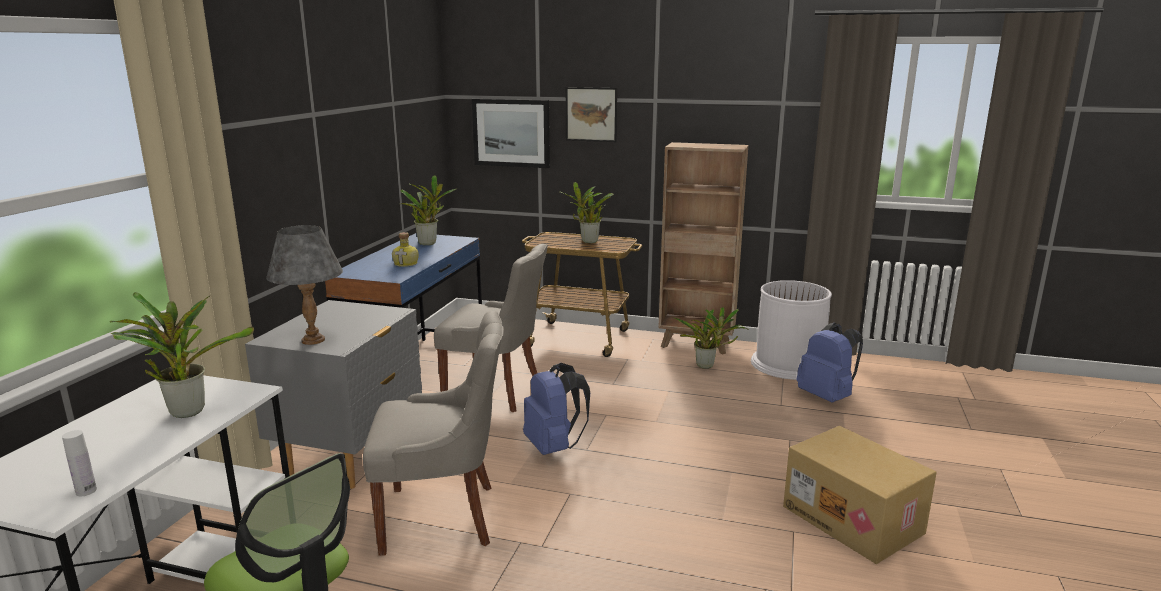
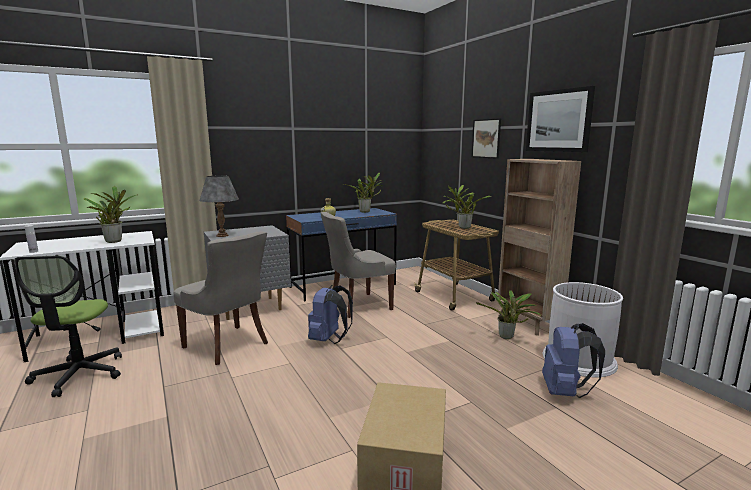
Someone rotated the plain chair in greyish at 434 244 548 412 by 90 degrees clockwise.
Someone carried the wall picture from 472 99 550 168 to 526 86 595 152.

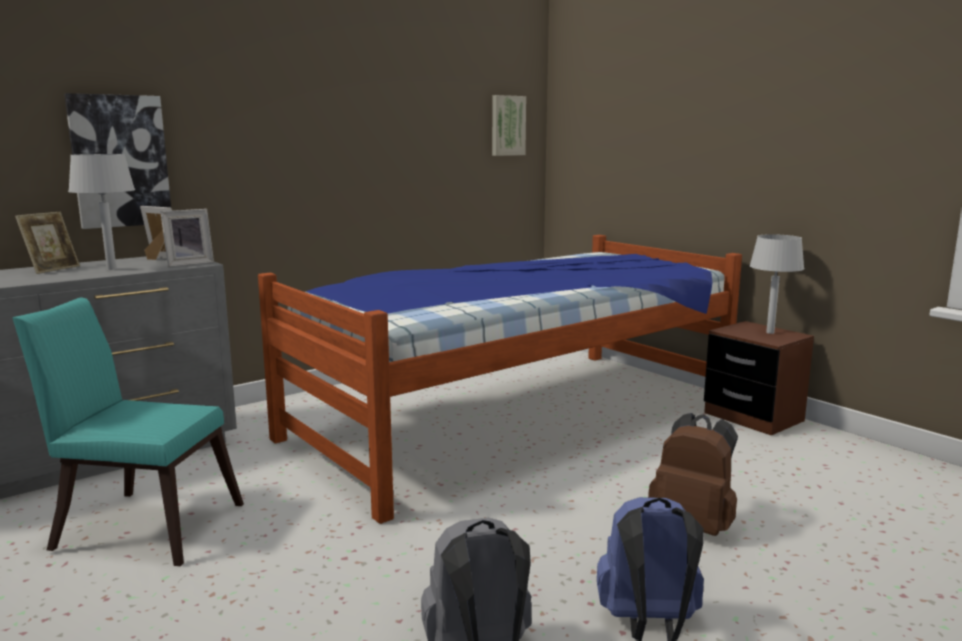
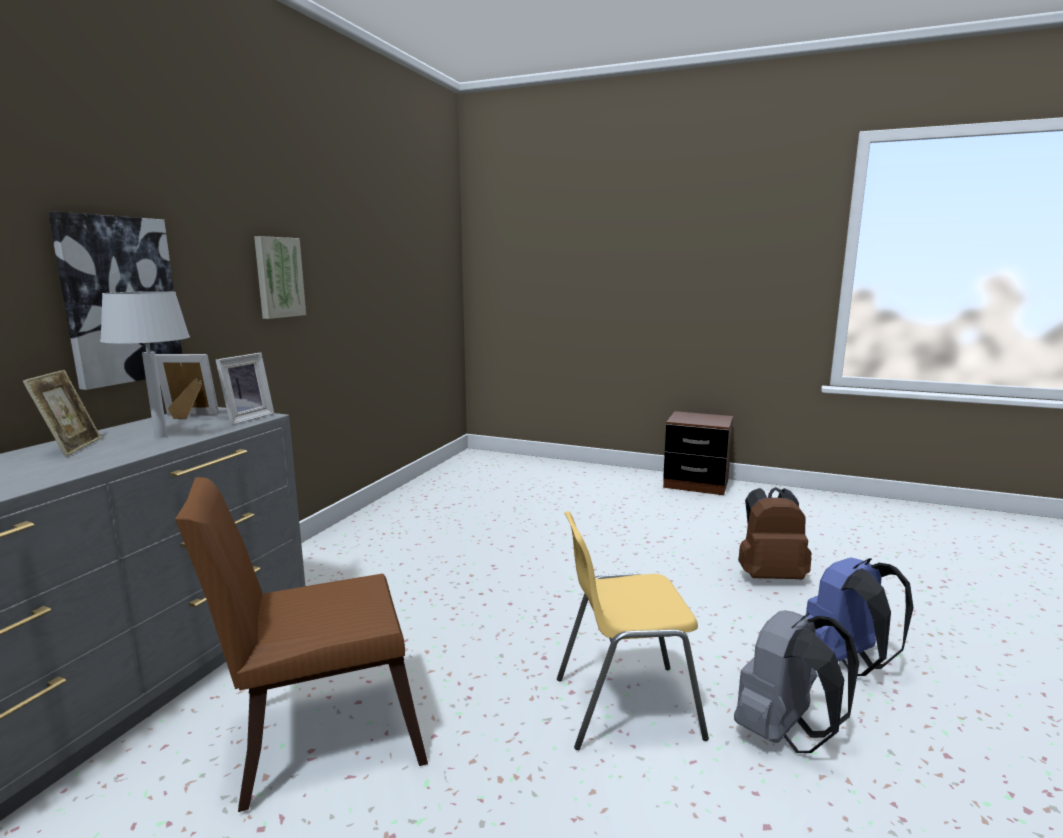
Someone repainted the plain chair in turquoise at 12 297 244 566, which became the plain chair in brownish at 175 477 428 812.
Someone carried the wall picture from 492 95 526 156 to 254 236 306 319.
Someone put down the plain chair in yellow at 557 511 709 750.
Someone took away the bedroom bed at 258 235 742 524.
Someone took away the tabletop lamp in greyish at 749 234 804 334.

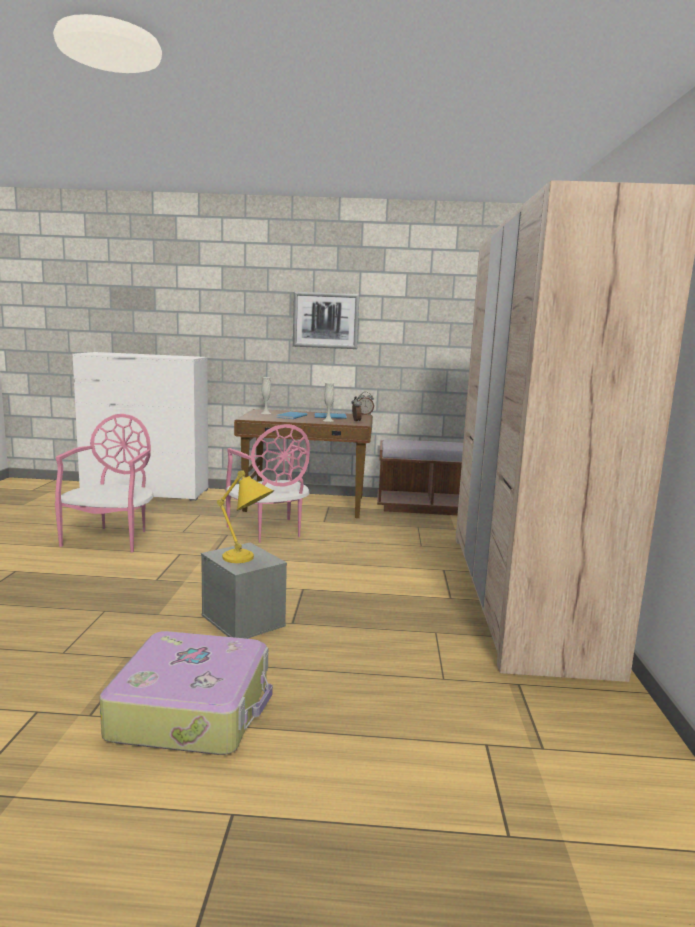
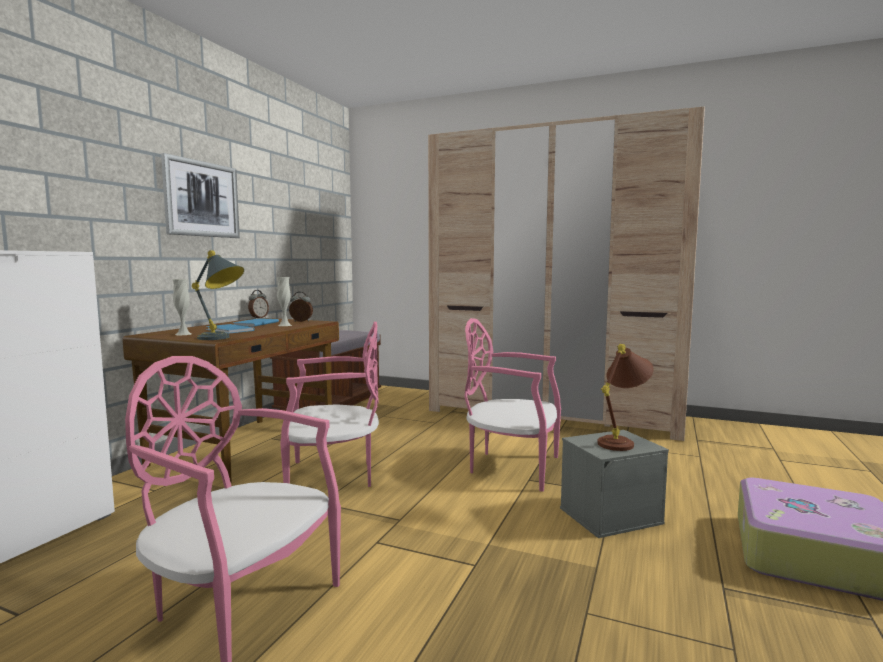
Someone put down the tabletop lamp in greyish at 192 250 244 340.
Someone put down the plain chair in pink at 464 318 561 492.
Someone repainted the tabletop lamp in yellow at 217 470 274 563, which became the tabletop lamp in brownish at 598 344 654 451.

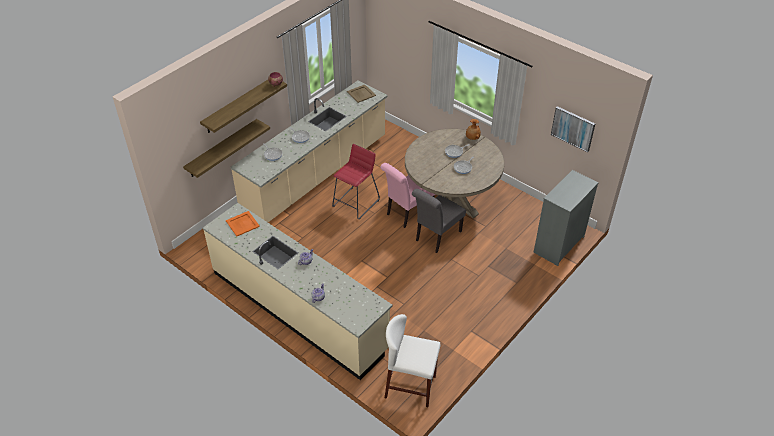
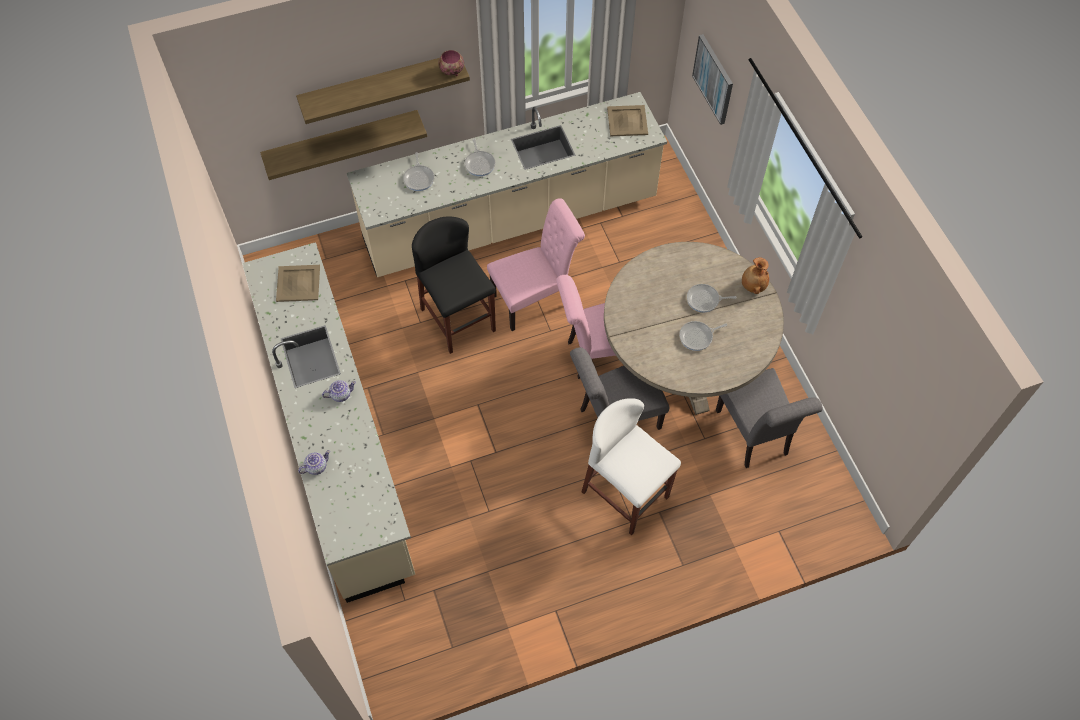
Someone repainted the tray in orangey at 226 211 260 236, which became the tray in beige-coloured at 276 265 320 302.
Someone put down the stool in blackish at 412 216 496 354.
Someone swapped the stool in red at 332 144 380 220 for the plain chair in pink at 487 198 585 331.
Someone carried the stool in white-coloured from 385 314 441 407 to 582 398 681 535.
Someone carried the wall picture from 551 106 595 152 to 692 34 733 125.
Someone put down the plain chair in greyish at 716 368 823 468.
Someone took away the drawer chest in greyish at 534 170 598 266.

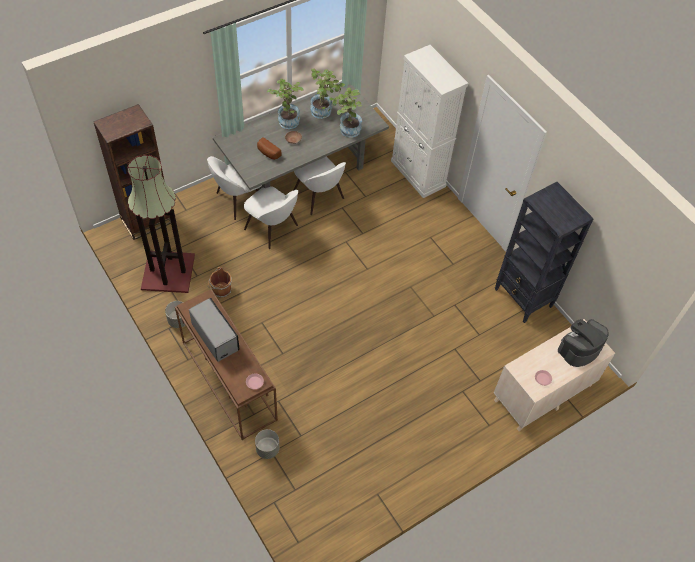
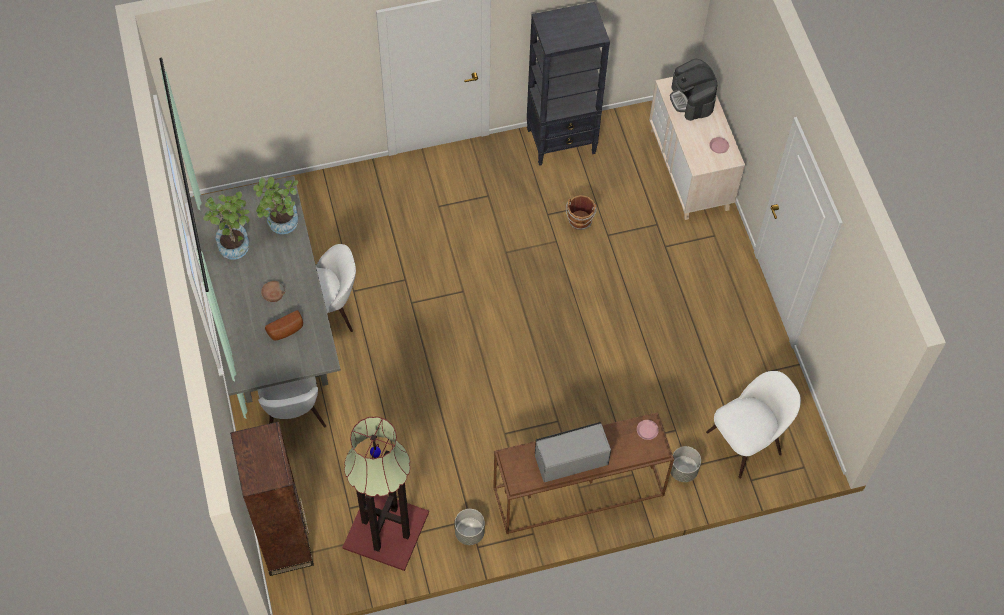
Someone carried the water bucket in brownish from 208 267 232 297 to 566 195 597 230.
Someone carried the plain chair in white-coloured from 244 186 298 249 to 706 371 801 479.
Someone took away the potted plant at 267 78 304 129.
Someone took away the storage cabinet in white-coloured at 391 45 468 198.

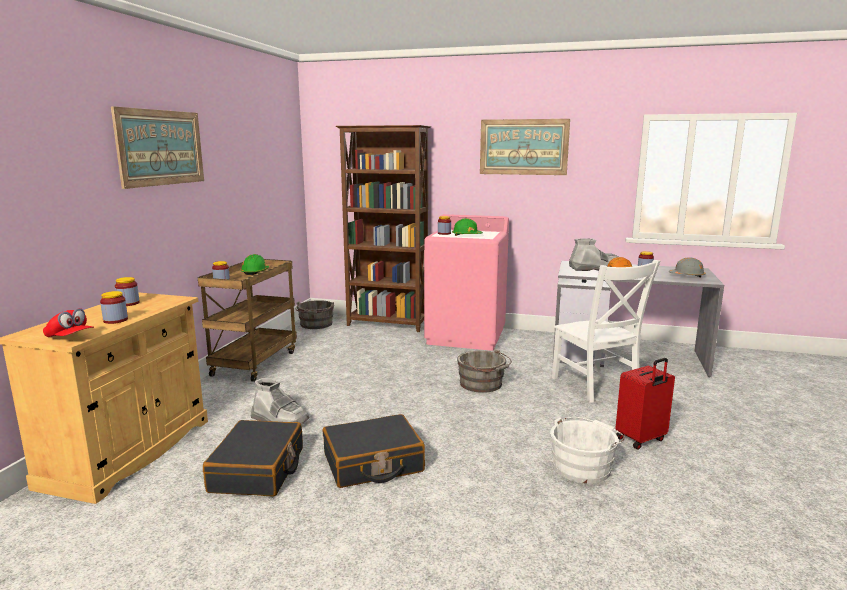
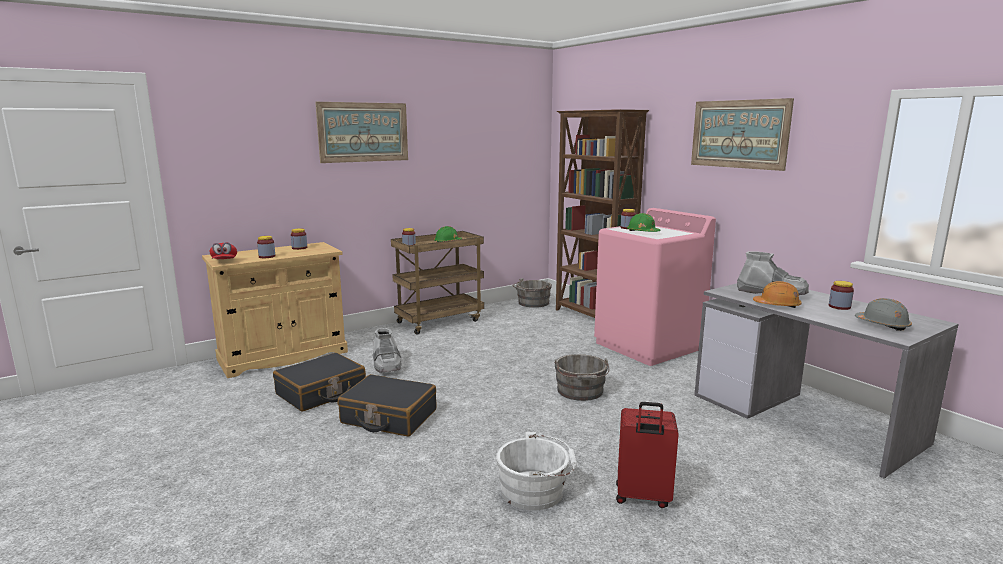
Someone took away the plain chair in white-coloured at 552 260 660 403.

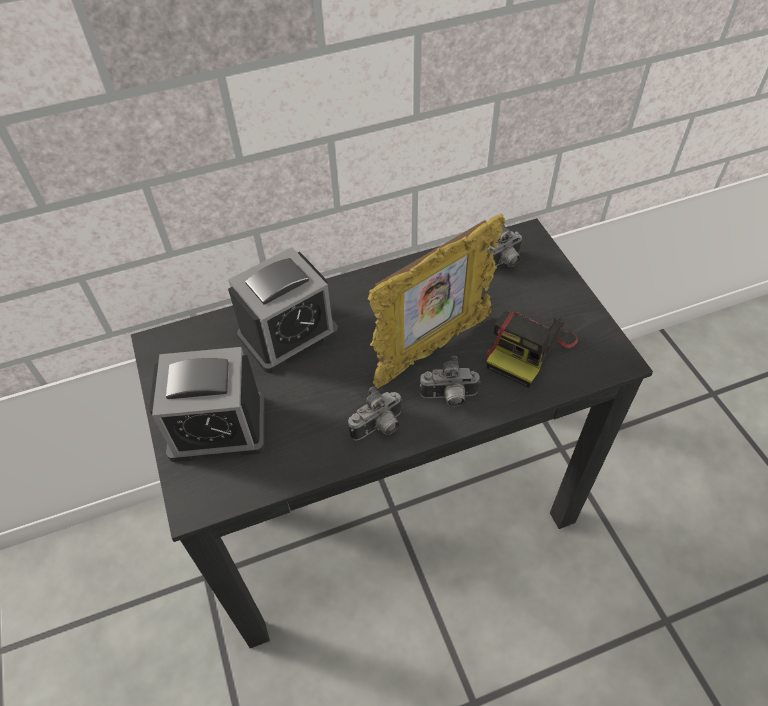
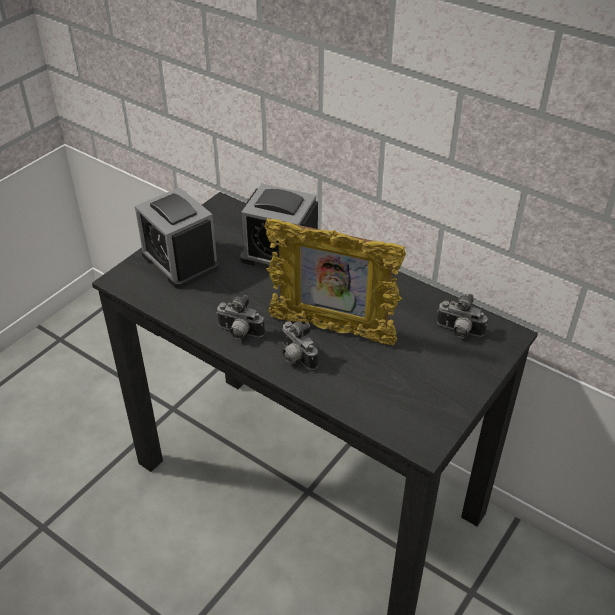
Someone took away the still camera at 486 312 578 388.

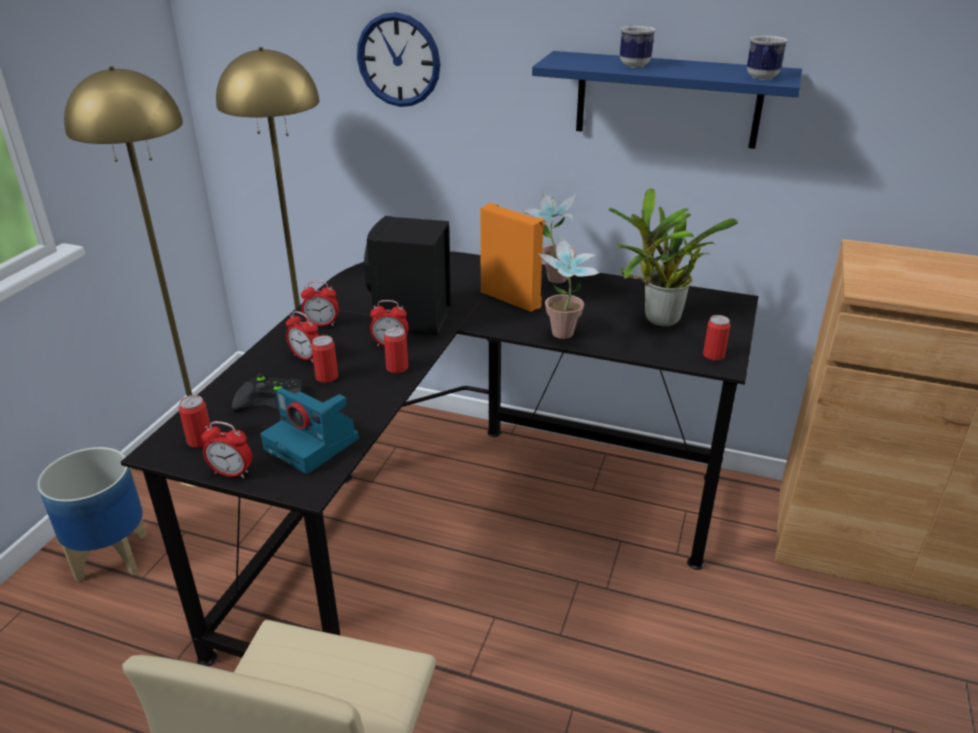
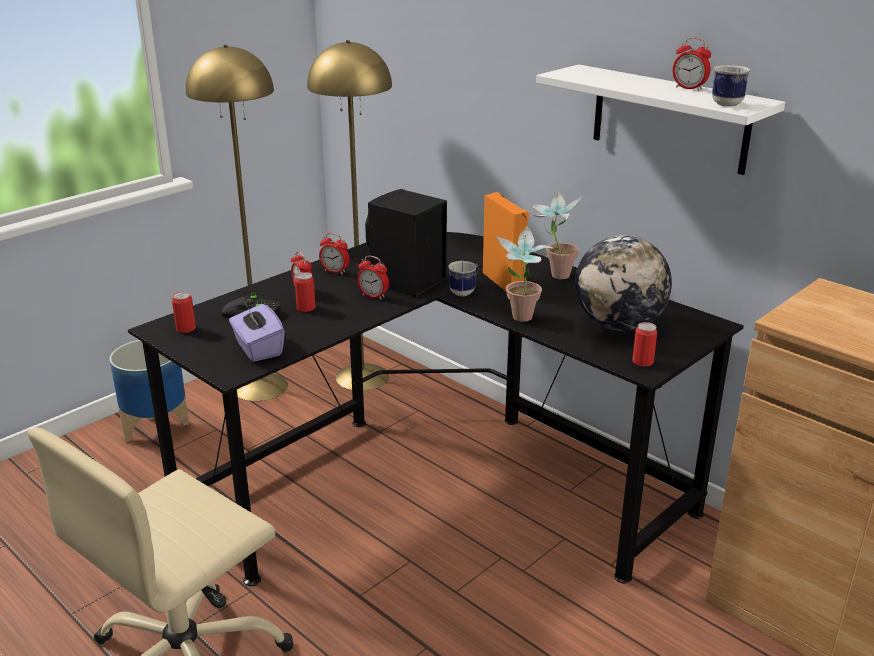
Someone swapped the still camera at 261 388 359 474 for the tissue holder in purple at 229 301 284 362.
Someone carried the coffee mug from 620 26 656 68 to 448 261 478 296.
Someone repainted the bracket shelf in blue-coloured at 532 51 802 149, which became the bracket shelf in white-coloured at 536 64 785 175.
Someone swapped the potted plant at 609 188 738 327 for the desk globe at 575 235 672 331.
Someone carried the alarm clock from 202 421 252 478 to 673 37 711 91.
Someone took away the hanging clock at 357 12 441 107.
Someone took away the can at 384 327 408 374.

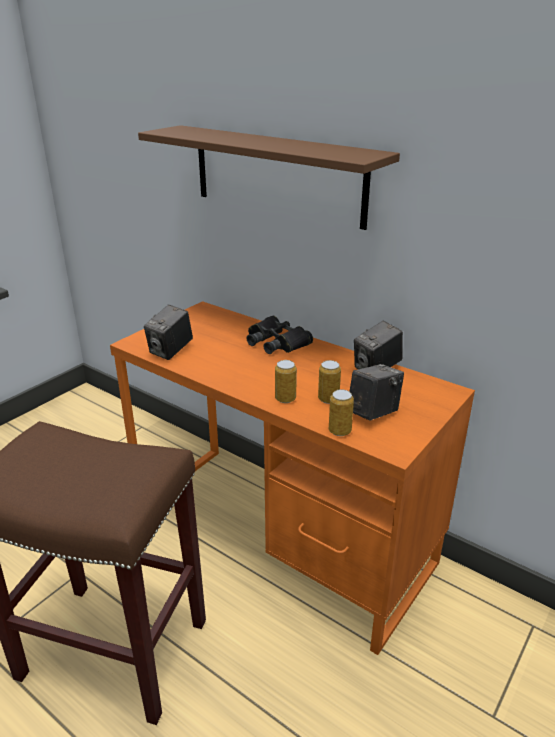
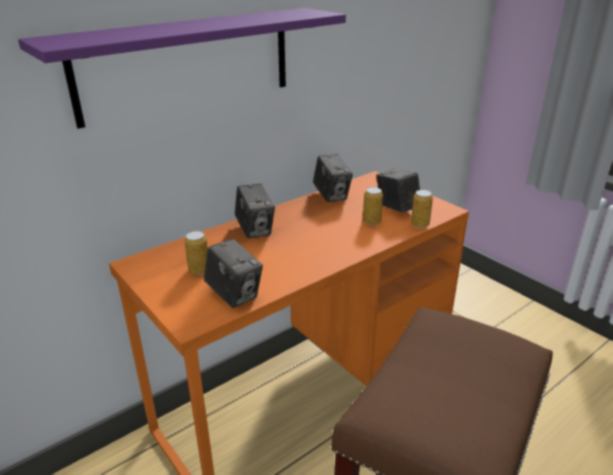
Someone repainted the bracket shelf in brownish at 138 125 400 230, which became the bracket shelf in purple at 18 8 346 129.
Someone carried the can from 275 360 297 403 to 184 231 208 275.
Someone swapped the binoculars in blackish at 246 316 313 354 for the still camera at 235 184 275 238.

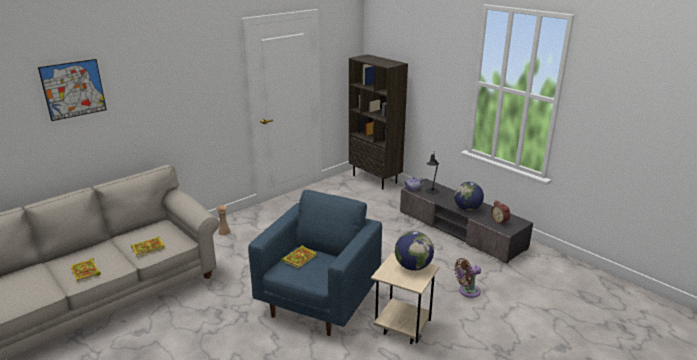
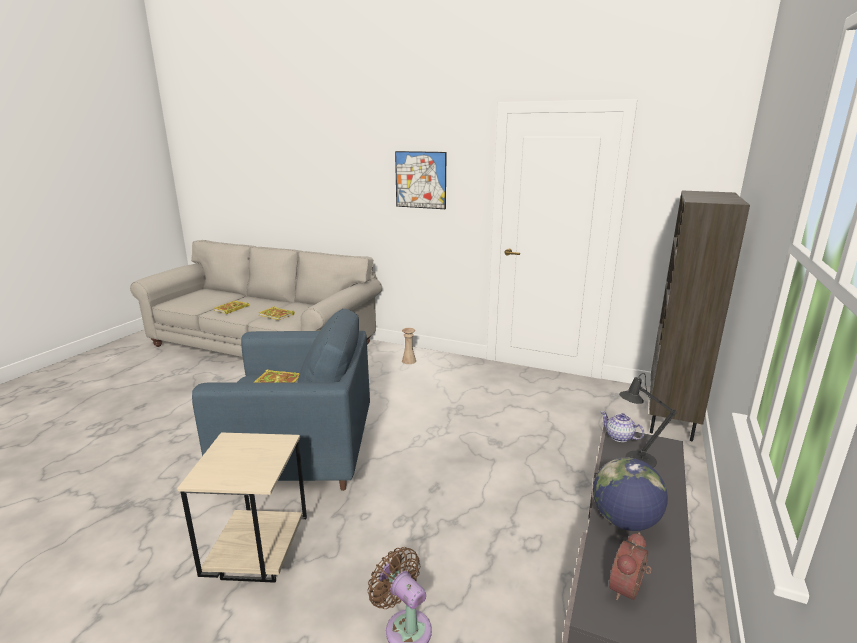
Someone carried the wall picture from 38 59 107 121 to 395 151 447 209.
Someone took away the desk globe at 395 231 434 271.

